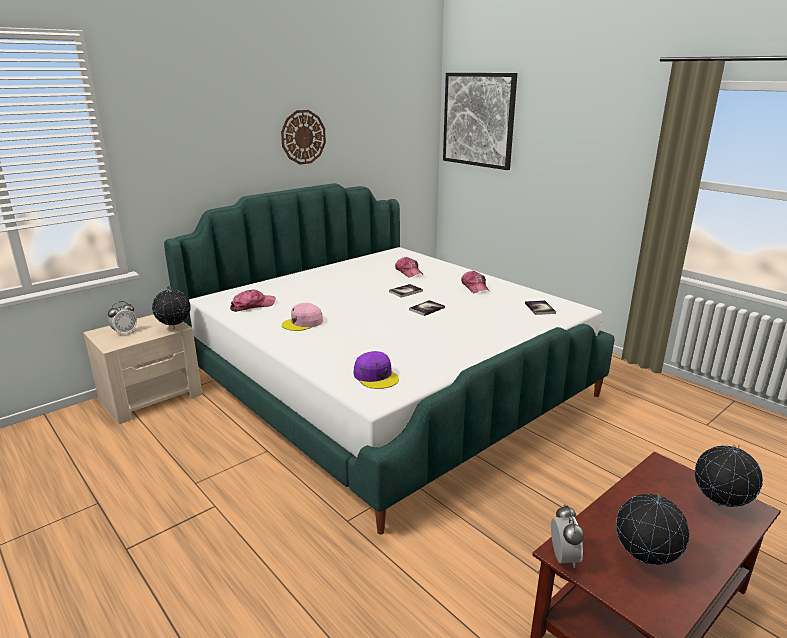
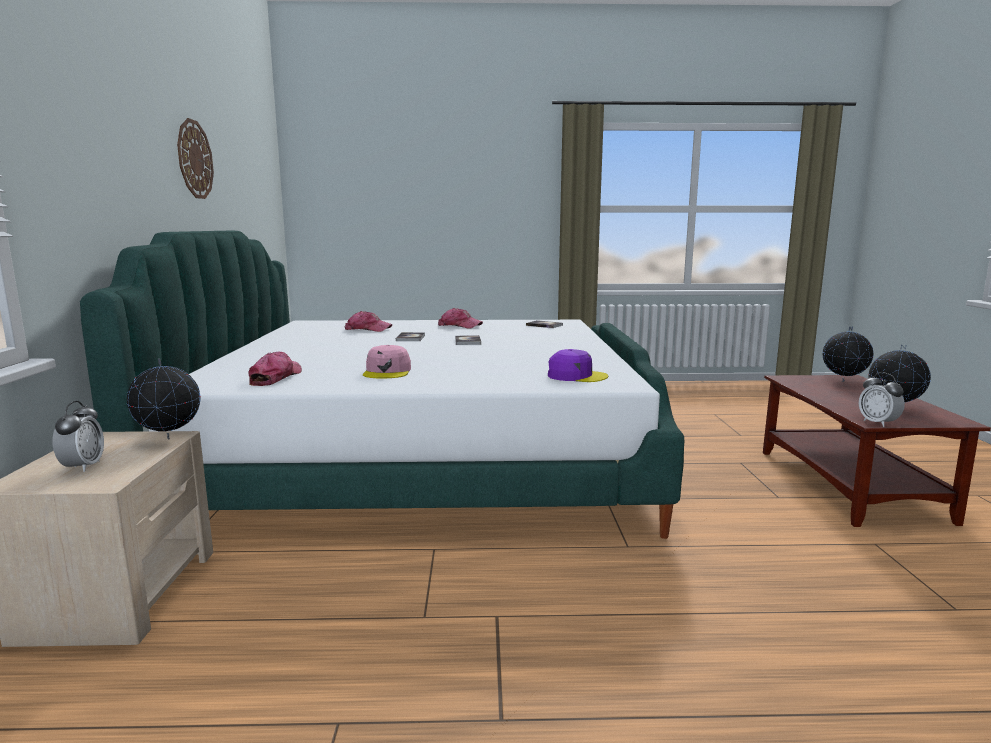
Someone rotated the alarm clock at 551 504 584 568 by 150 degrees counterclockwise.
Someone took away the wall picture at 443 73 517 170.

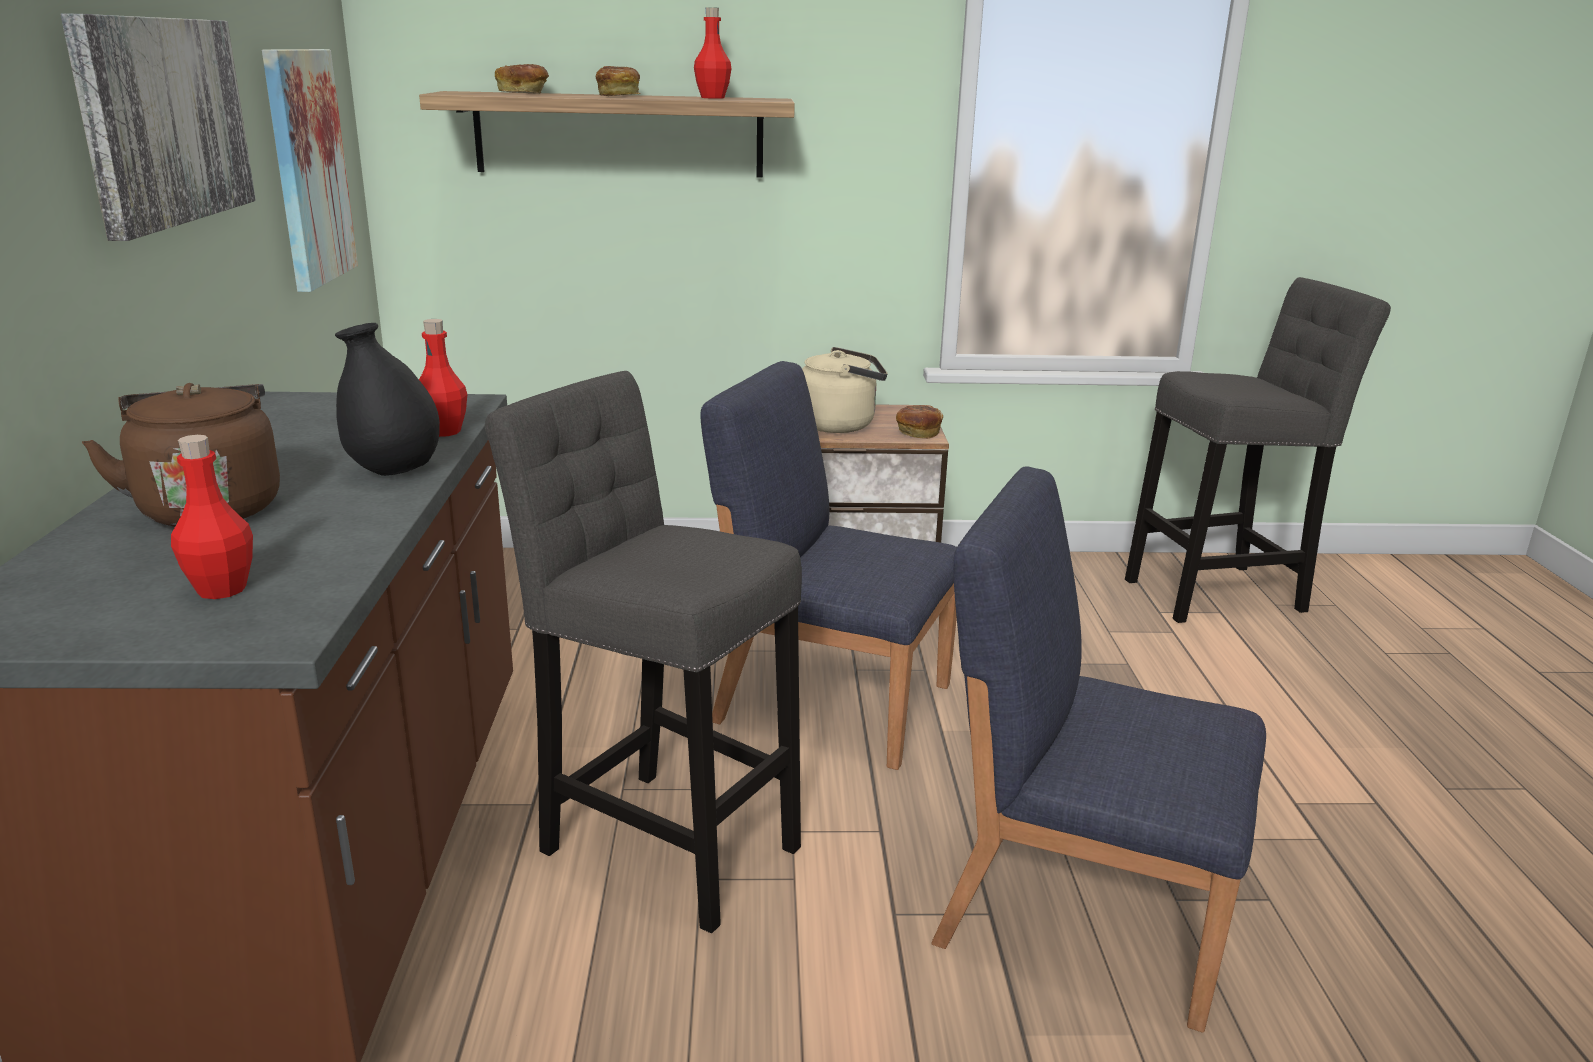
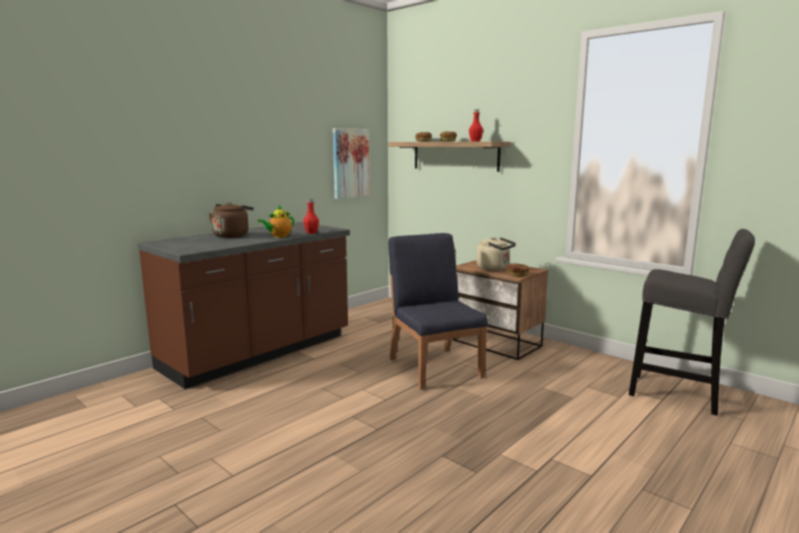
Someone swapped the vase in blackish at 335 323 440 476 for the pot for tea at 258 204 294 238.
Someone took away the wall picture at 61 13 256 241.
Someone took away the beverage bottle in red at 171 435 253 599.
Someone took away the stool in greyish at 485 371 802 933.
Someone took away the plain chair in blue-coloured at 931 466 1266 1033.

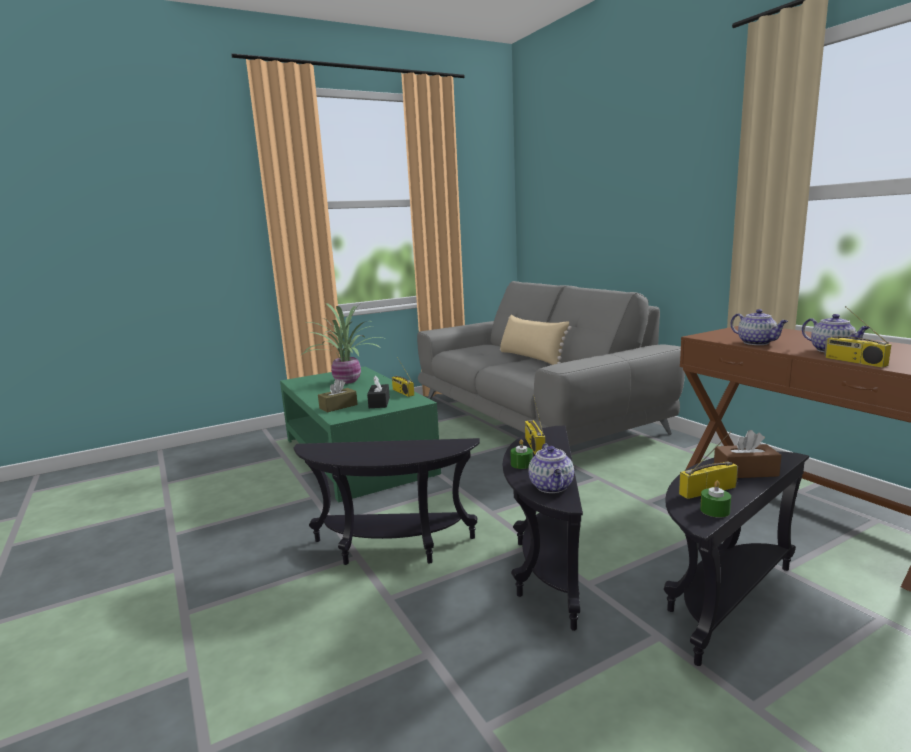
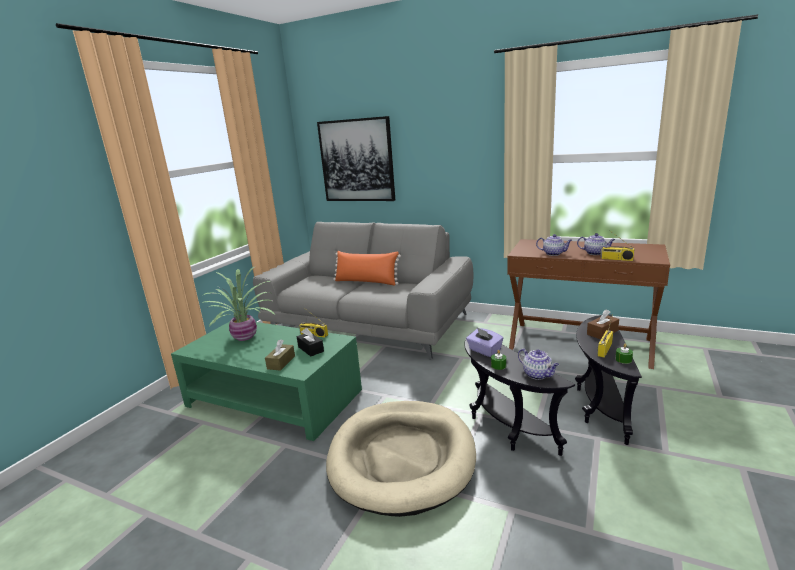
Someone put up the wall picture at 317 116 395 201.
Someone swapped the end table in blackish at 293 438 480 565 for the dog bed in beige-coloured at 326 401 476 517.
Someone repainted the throw pillow in beige-coloured at 500 315 572 365, which became the throw pillow in orangey at 333 251 401 286.
Someone swapped the radio at 525 395 545 455 for the tissue holder in purple at 466 328 503 357.

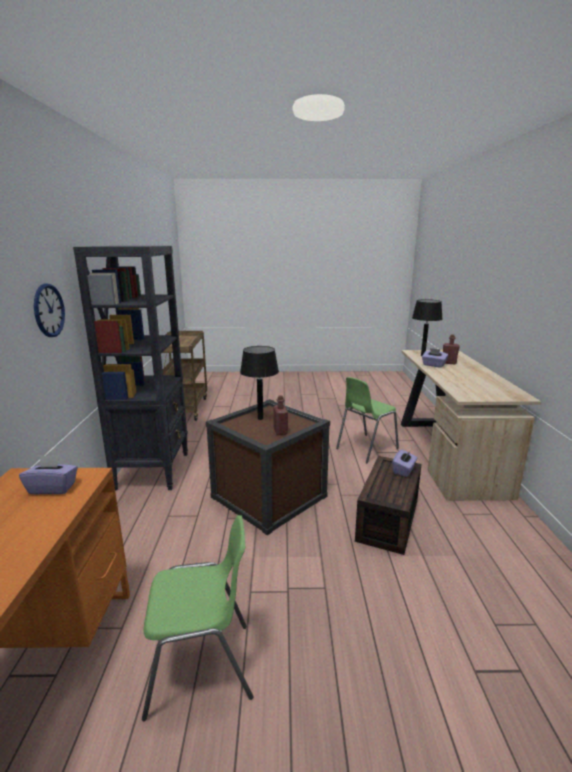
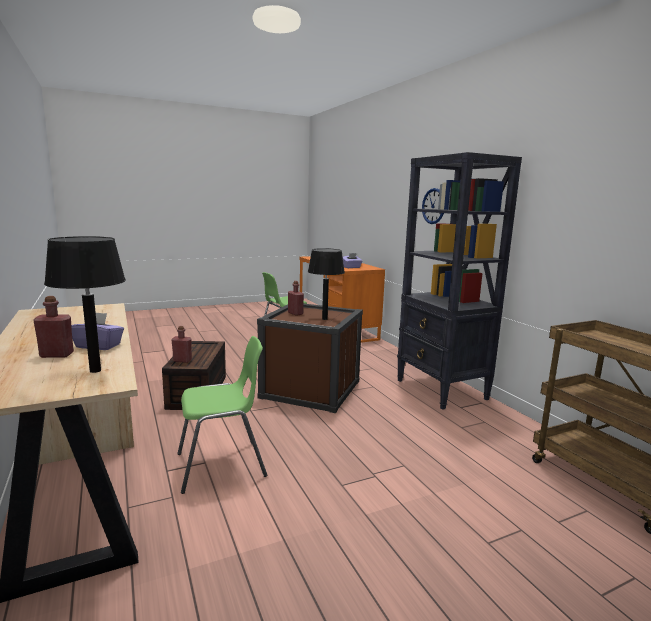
Someone swapped the tissue holder in purple at 392 450 418 477 for the beverage bottle in red at 172 326 192 363.
Someone rotated the plain chair in greenish at 336 377 399 463 by 45 degrees clockwise.

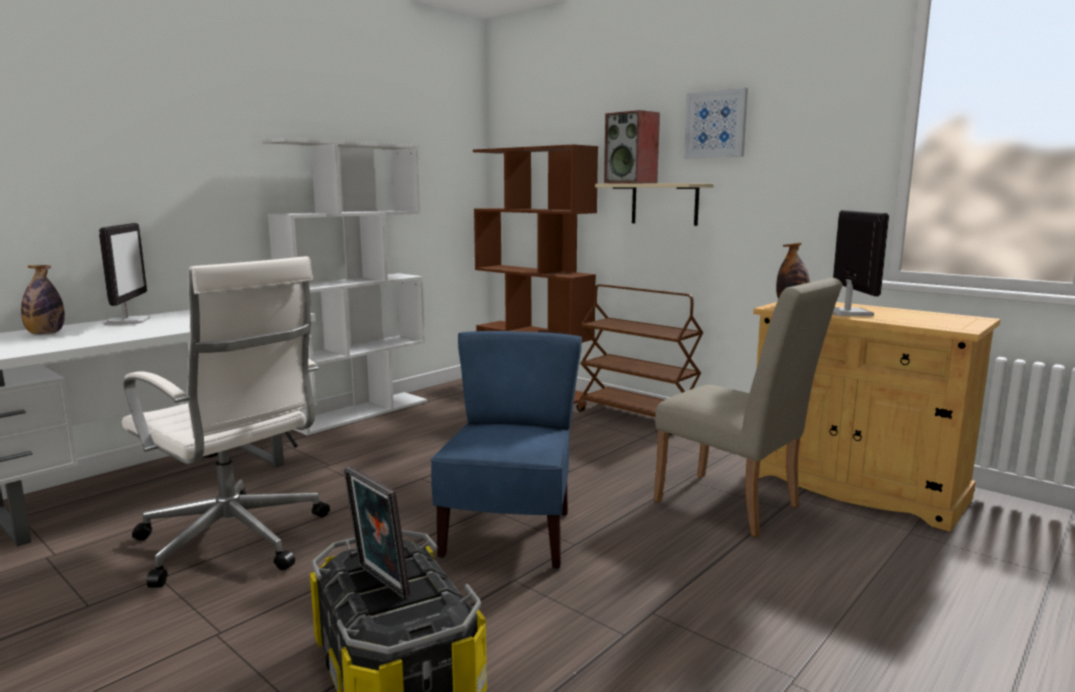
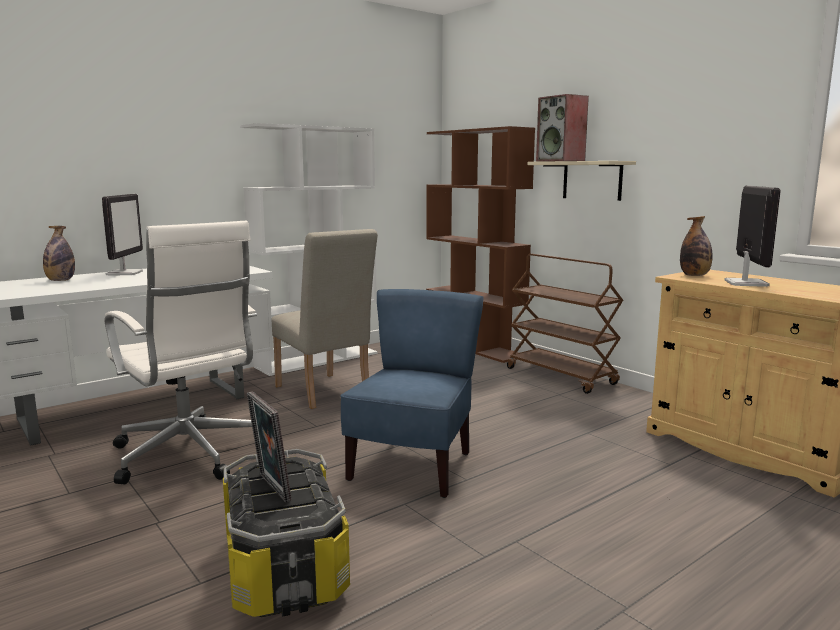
Someone carried the plain chair in beige-coloured from 653 278 842 537 to 271 229 378 409.
Someone took away the wall picture at 684 88 748 158.

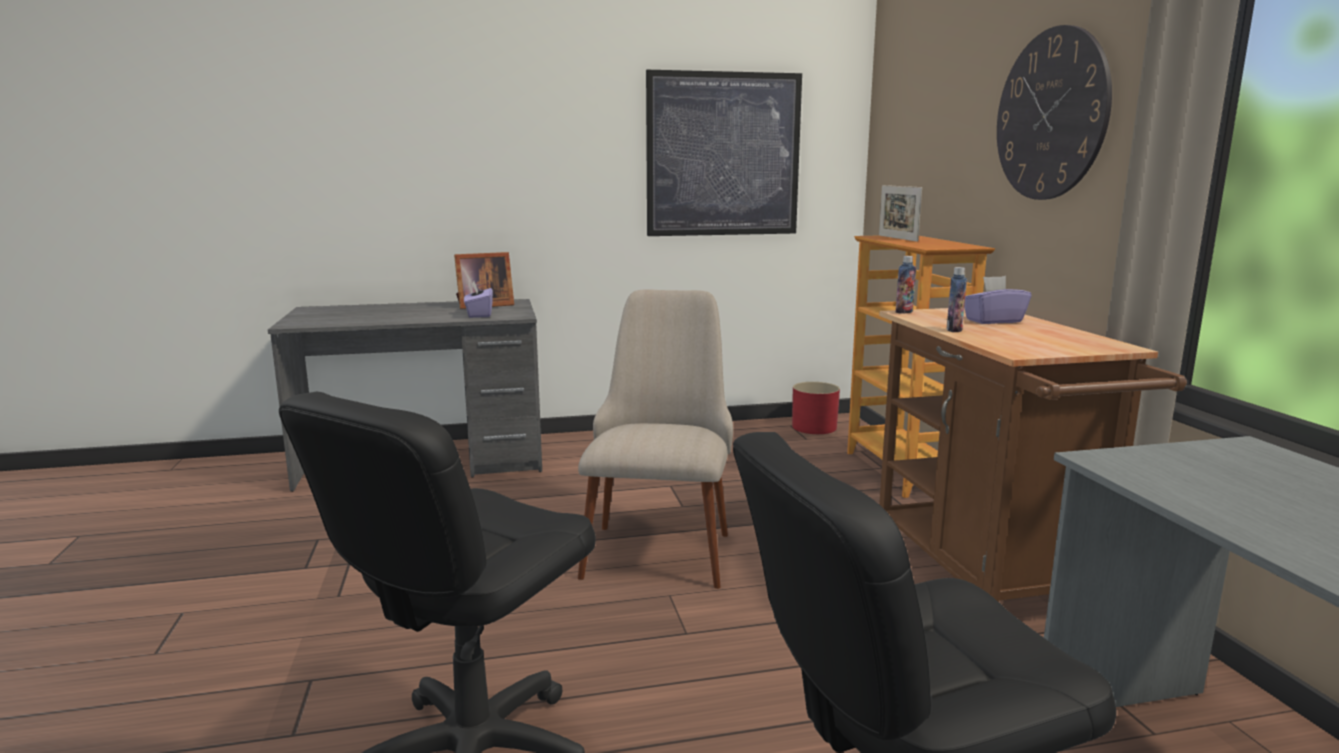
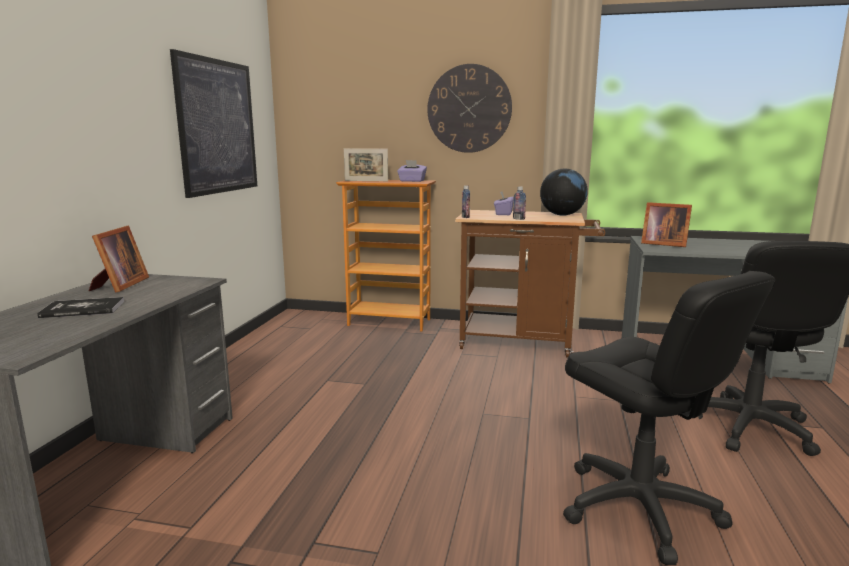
Someone put down the book at 37 297 124 318.
Someone carried the tissue holder in purple from 464 281 493 318 to 397 160 427 182.
Someone put down the desk globe at 540 169 588 216.
Someone put down the photo frame at 641 202 692 247.
Someone took away the plain chair in beige-coloured at 578 289 733 589.
Someone took away the plant pot in red at 792 382 840 434.

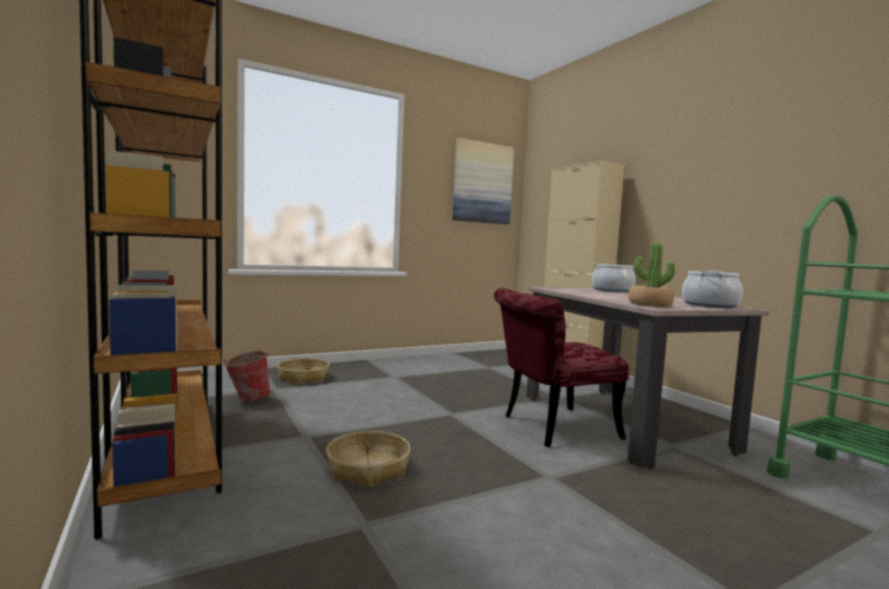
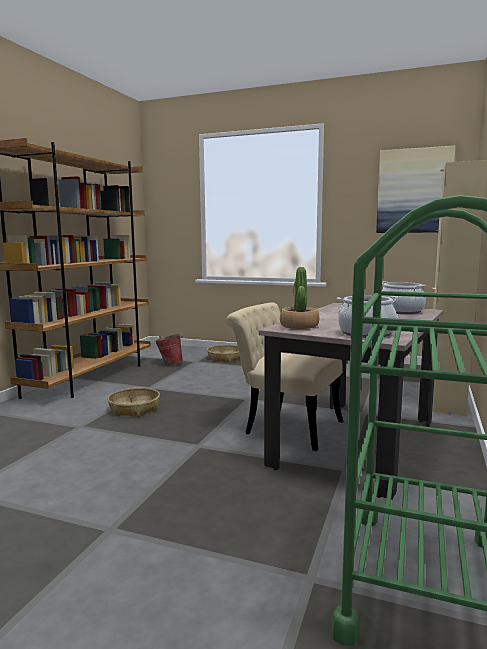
Someone repainted the plain chair in red at 494 288 629 447, which became the plain chair in beige-coloured at 226 302 344 451.

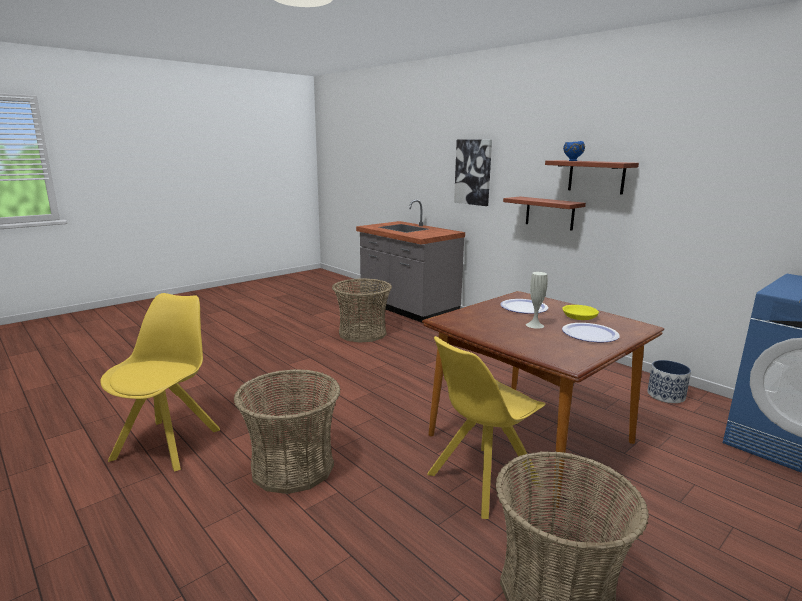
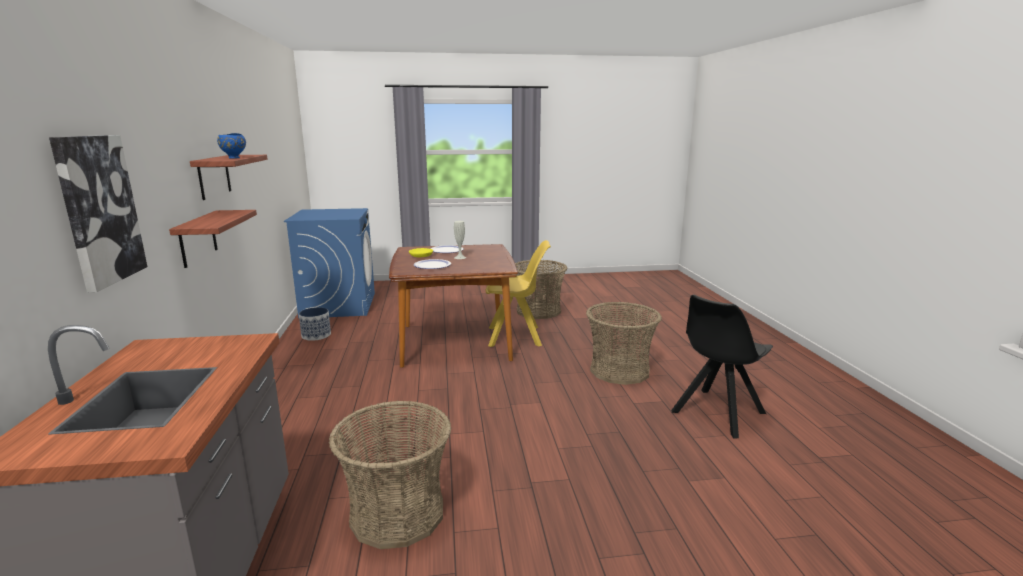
Someone repainted the plain chair in yellow at 100 293 220 472, which became the plain chair in blackish at 671 295 773 438.

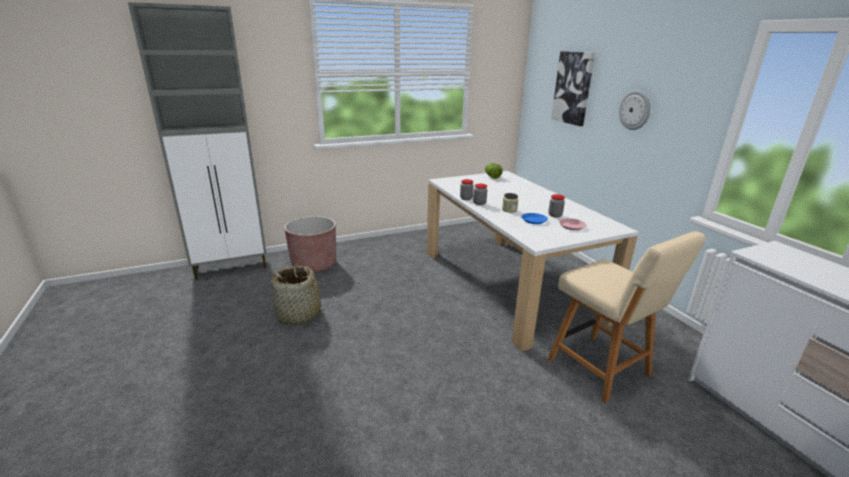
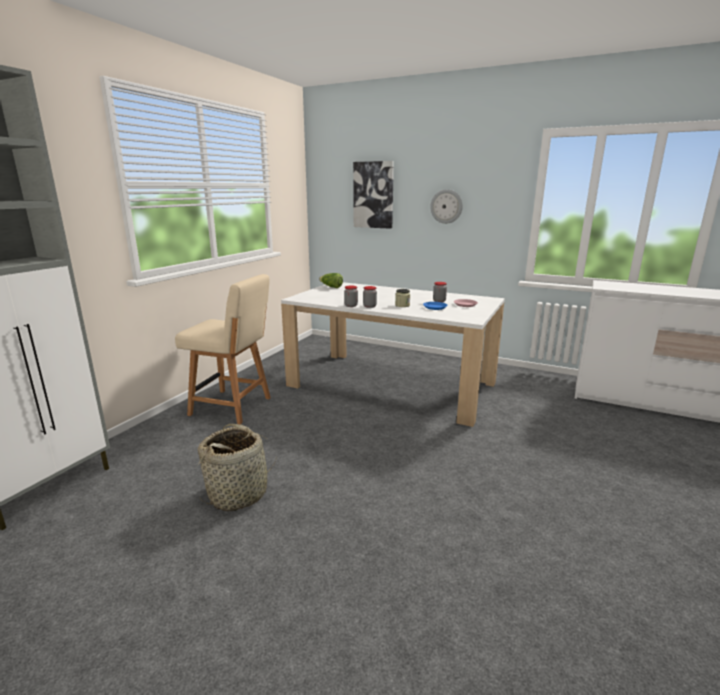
Someone carried the plain chair in beige-coloured from 548 231 706 403 to 175 274 271 425.
Someone took away the plant pot in brownish at 284 216 336 273.

